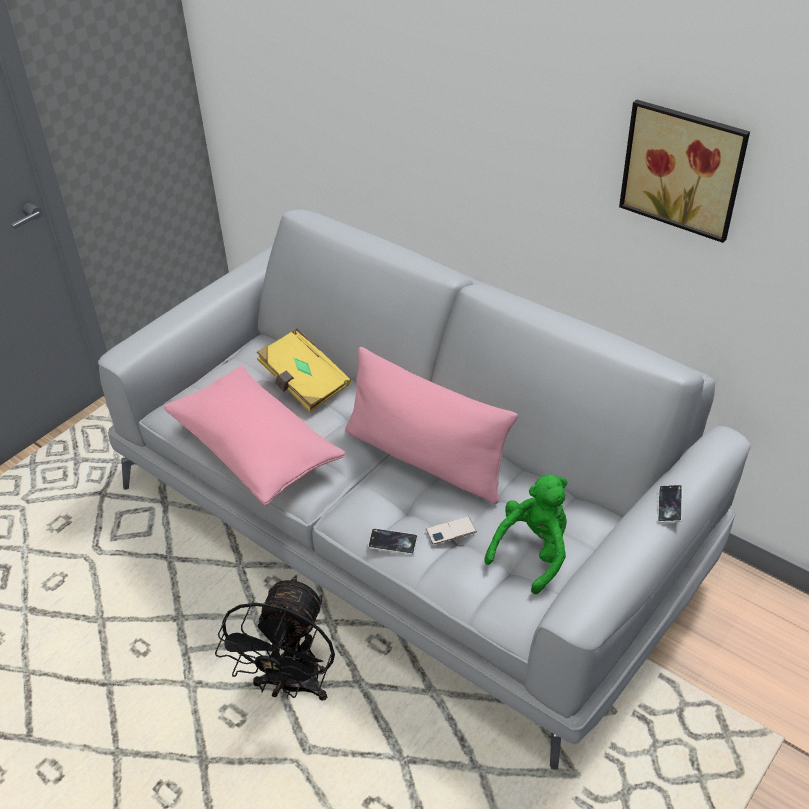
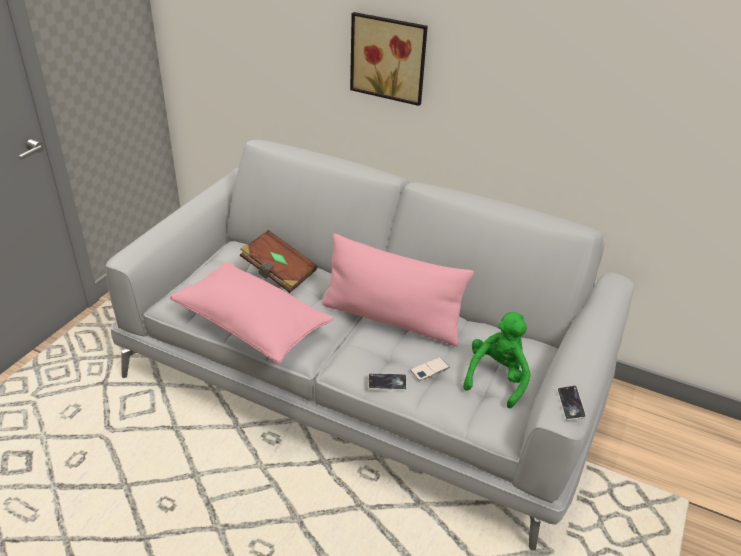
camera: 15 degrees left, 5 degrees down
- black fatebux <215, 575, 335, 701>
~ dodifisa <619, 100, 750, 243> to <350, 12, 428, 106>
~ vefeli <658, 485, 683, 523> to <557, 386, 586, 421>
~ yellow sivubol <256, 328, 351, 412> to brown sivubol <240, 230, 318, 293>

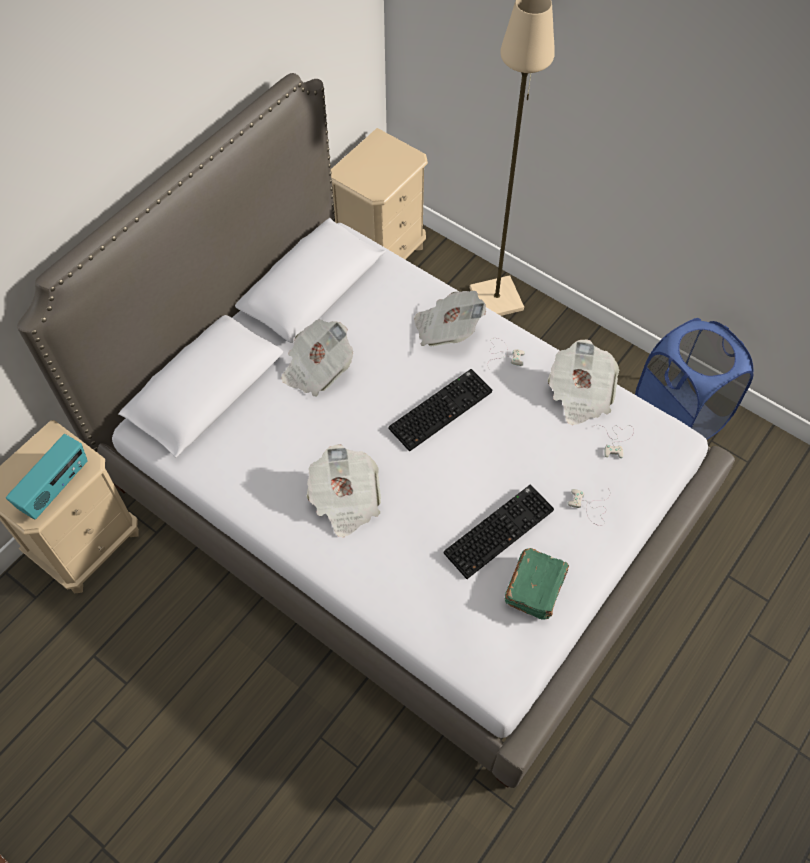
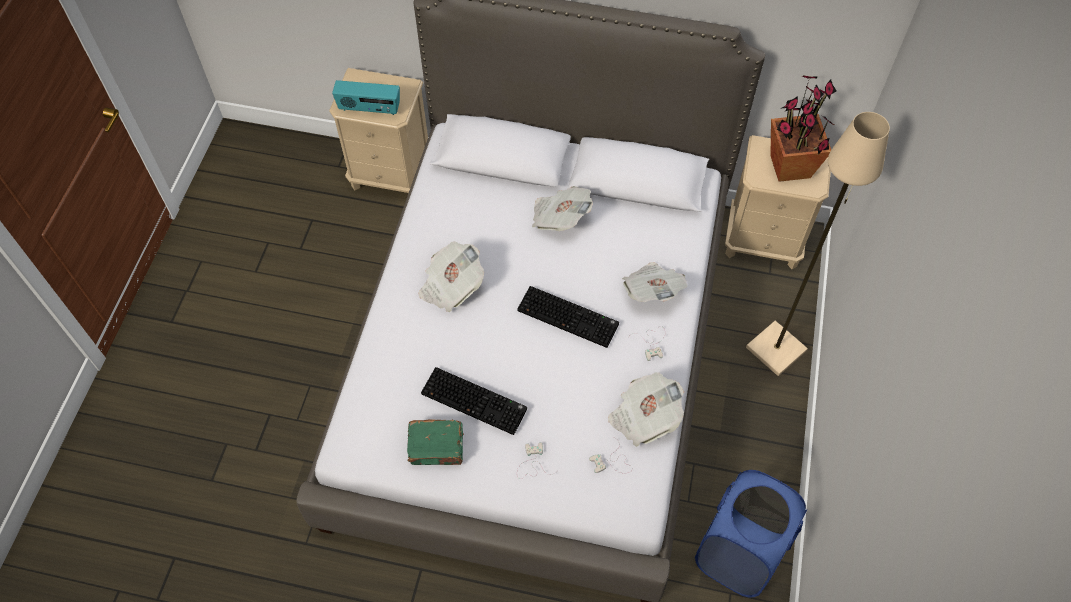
camera: 65 degrees right, 0 degrees up
+ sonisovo <771, 75, 837, 182>

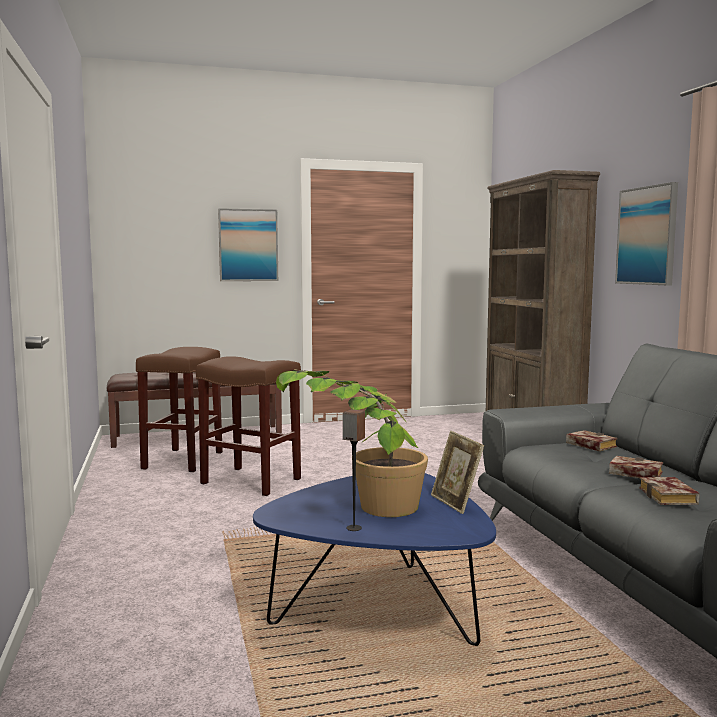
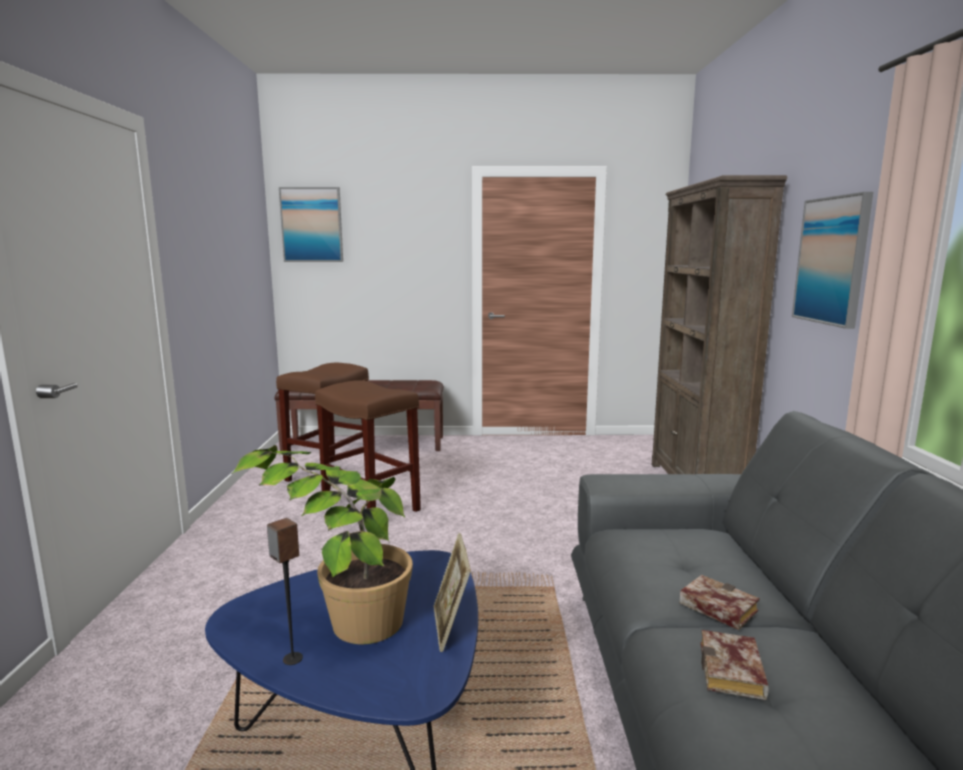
camera: 15 degrees right, 5 degrees up
- sivubol <566, 430, 617, 451>
~ dodifisa <218, 208, 278, 281> to <279, 187, 343, 262>

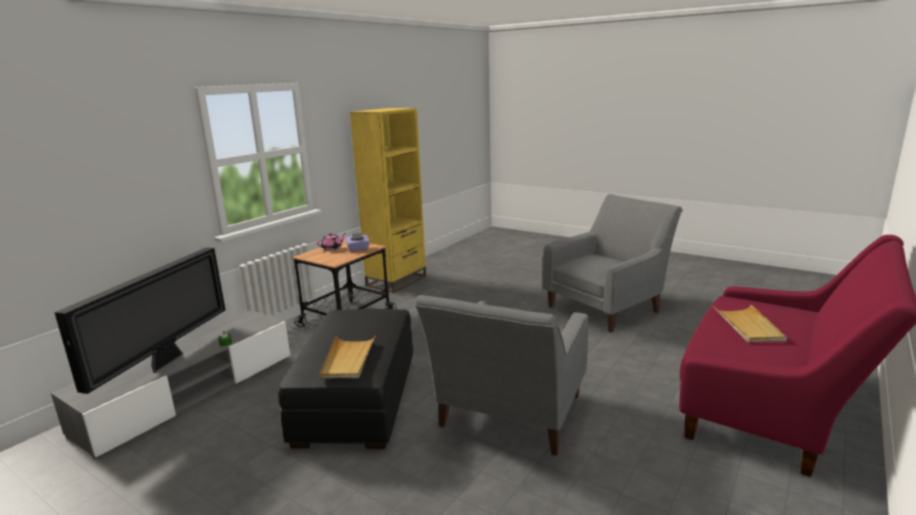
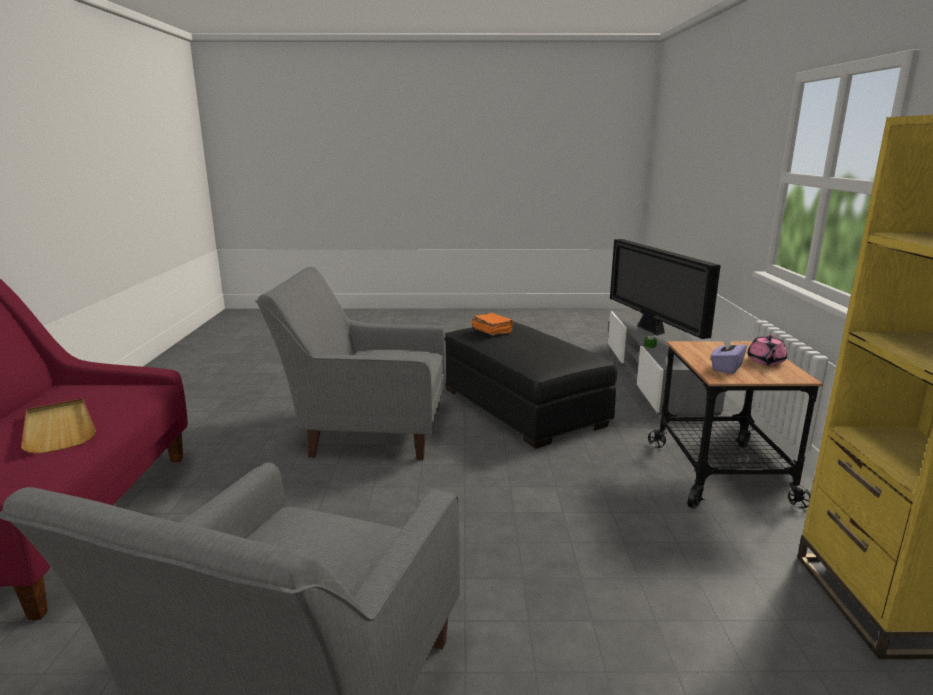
camera: 145 degrees right, 0 degrees up
~ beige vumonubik <319, 335, 376, 379> to orange sivubol <472, 313, 514, 336>
~ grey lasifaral <414, 295, 588, 456> = <255, 267, 446, 460> 75 degrees counterclockwise

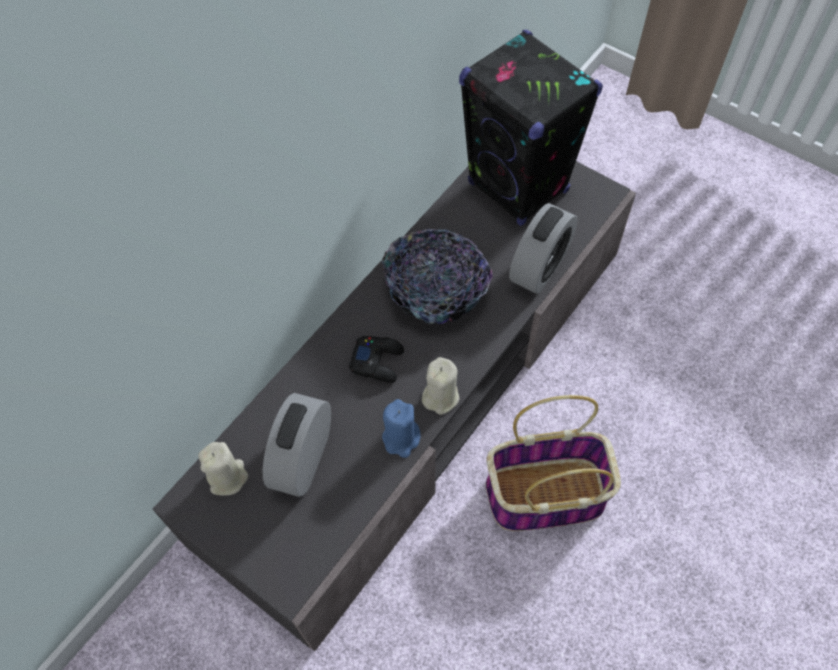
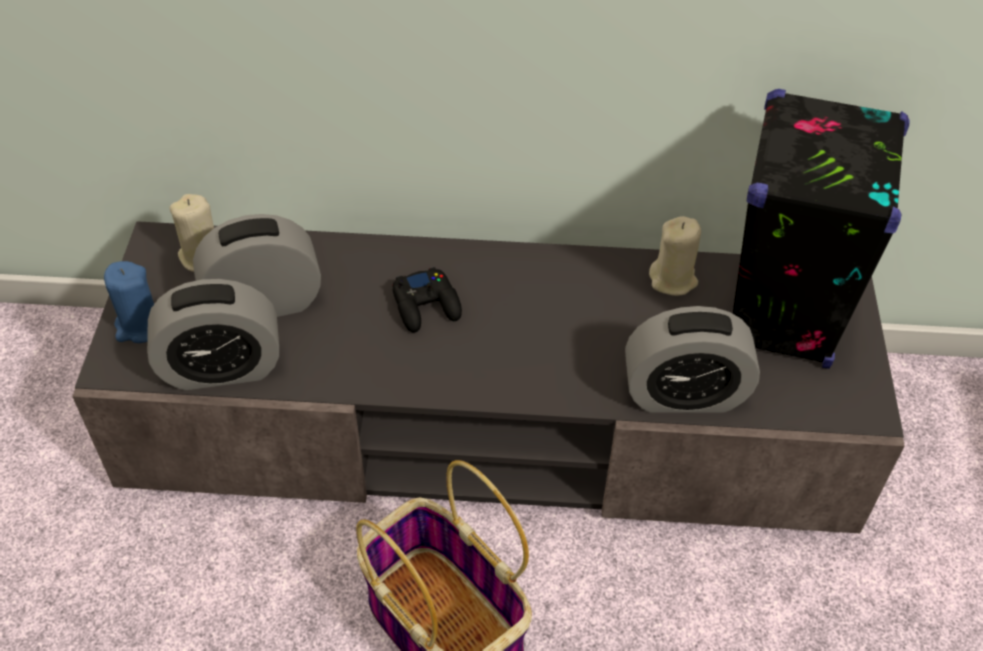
camera: 55 degrees right, 10 degrees down
- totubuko <382, 229, 493, 324>
+ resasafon <147, 279, 279, 390>
~ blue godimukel <382, 399, 420, 458> to <104, 261, 154, 343>
~ beige godimukel <422, 357, 460, 415> to <649, 216, 701, 296>

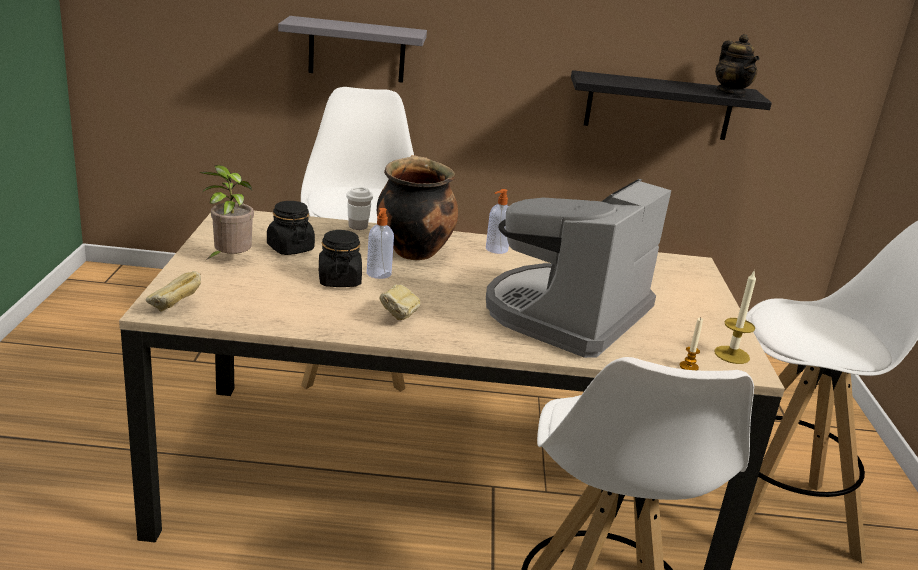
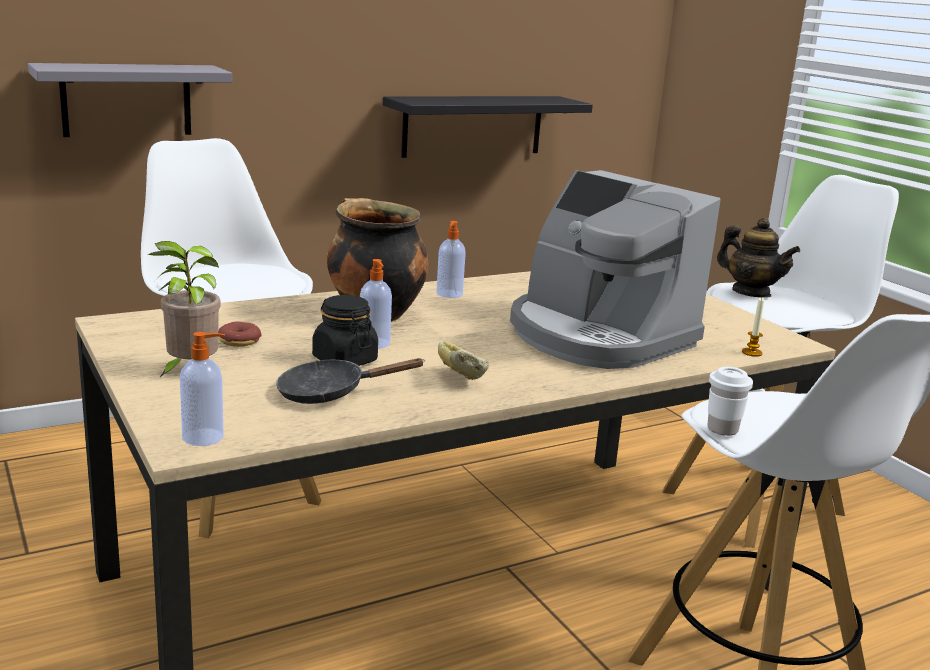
camera: 30 degrees left, 5 degrees down
- godimukel <714, 271, 756, 364>
+ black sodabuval <276, 358, 425, 404>
~ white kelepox <346, 187, 373, 230> to <707, 367, 753, 436>
~ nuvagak <715, 34, 760, 97> to <717, 218, 800, 298>
~ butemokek <146, 271, 201, 312> to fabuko <180, 332, 225, 446>
~ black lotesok <267, 201, 315, 255> to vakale <218, 322, 262, 347>
~ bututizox <486, 179, 671, 358> = <510, 170, 721, 369> 45 degrees counterclockwise

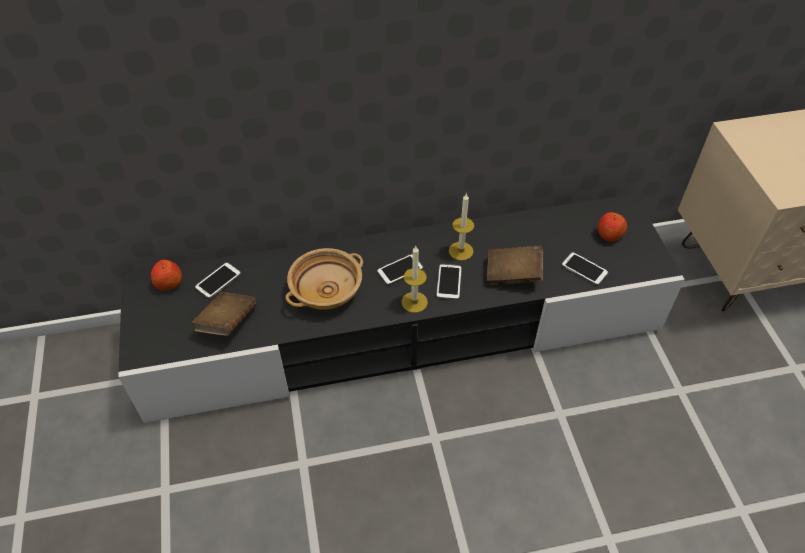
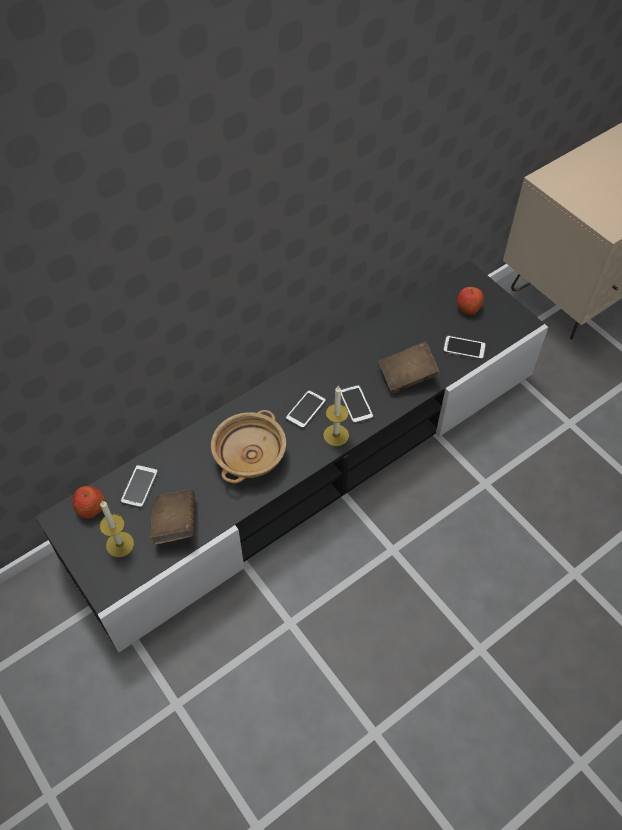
camera: 25 degrees left, 5 degrees up
~ godimukel <449, 194, 474, 261> to <100, 501, 134, 558>

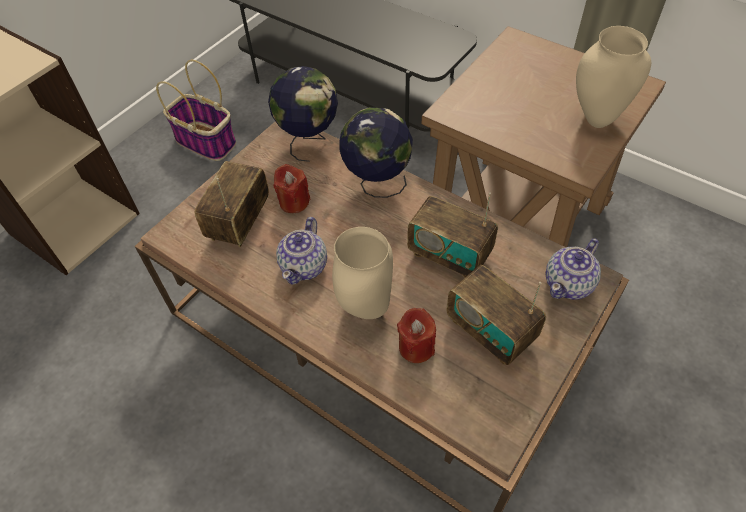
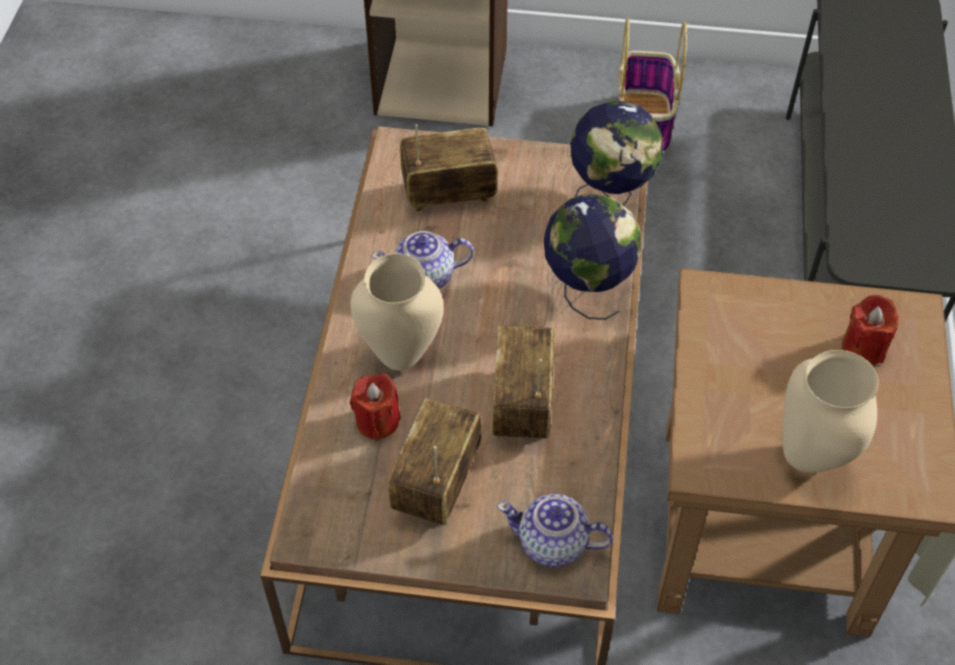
camera: 60 degrees right, 0 degrees up
~ red godimukel <274, 164, 310, 213> to <842, 295, 899, 365>

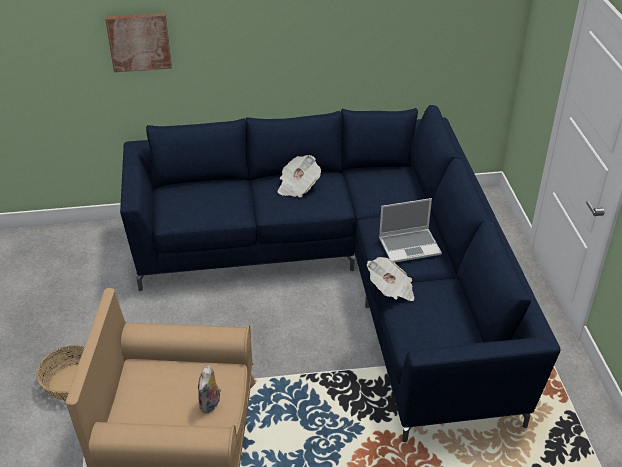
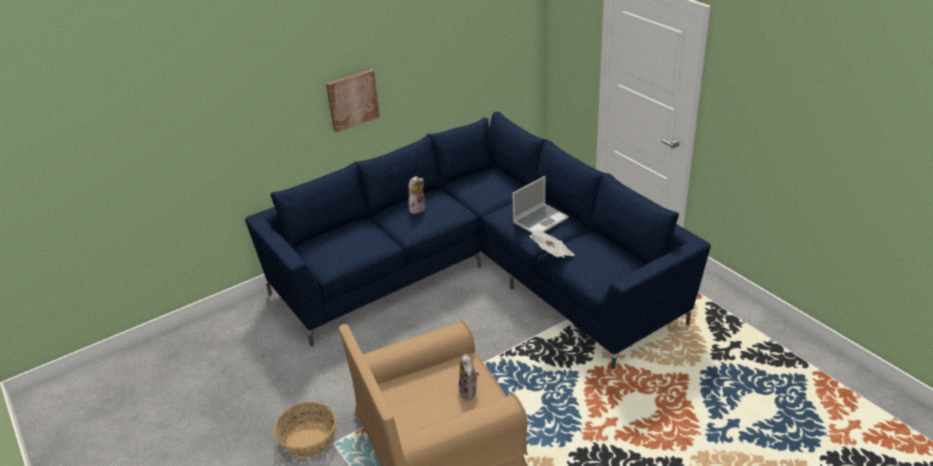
camera: 25 degrees left, 5 degrees down
~ dodifisa <105, 13, 172, 72> to <326, 69, 380, 132>
~ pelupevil <278, 155, 321, 198> to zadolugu <408, 176, 426, 214>

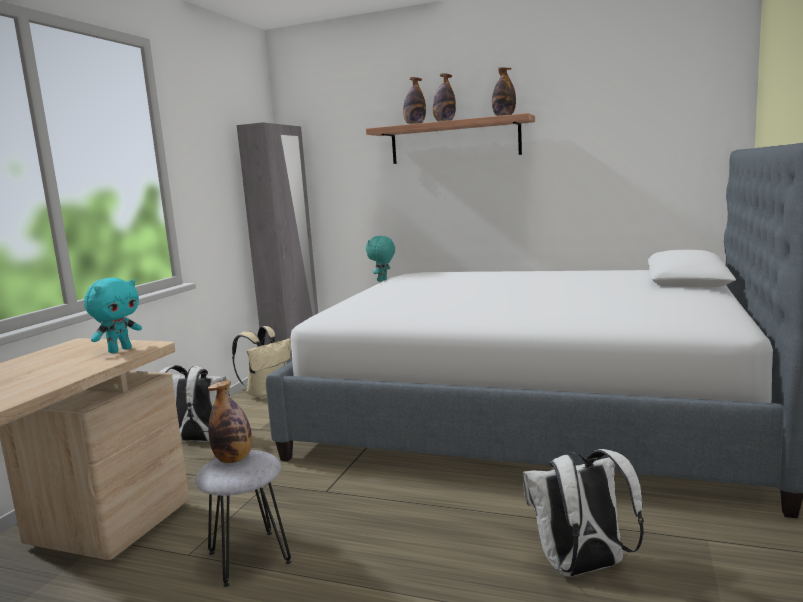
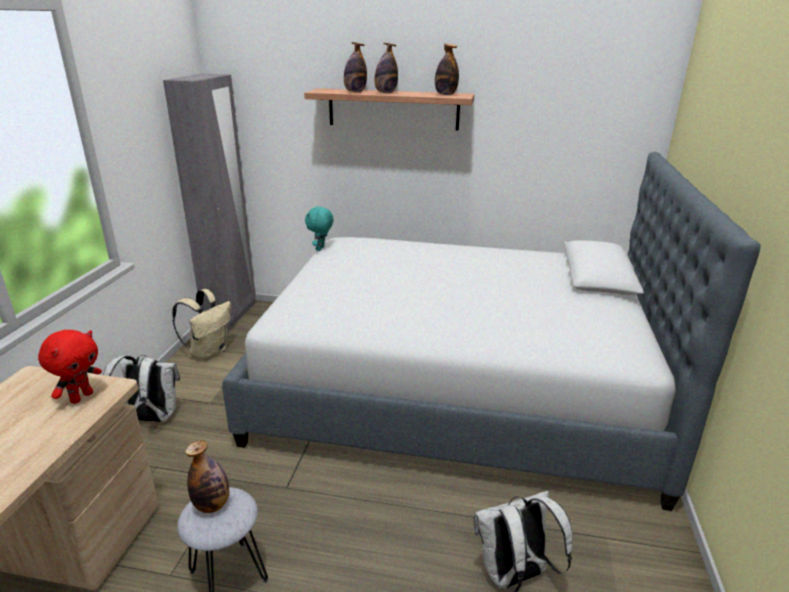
camera: 10 degrees left, 15 degrees up
~ turquoise zadolugu <84, 278, 142, 353> to red zadolugu <38, 330, 102, 404>

